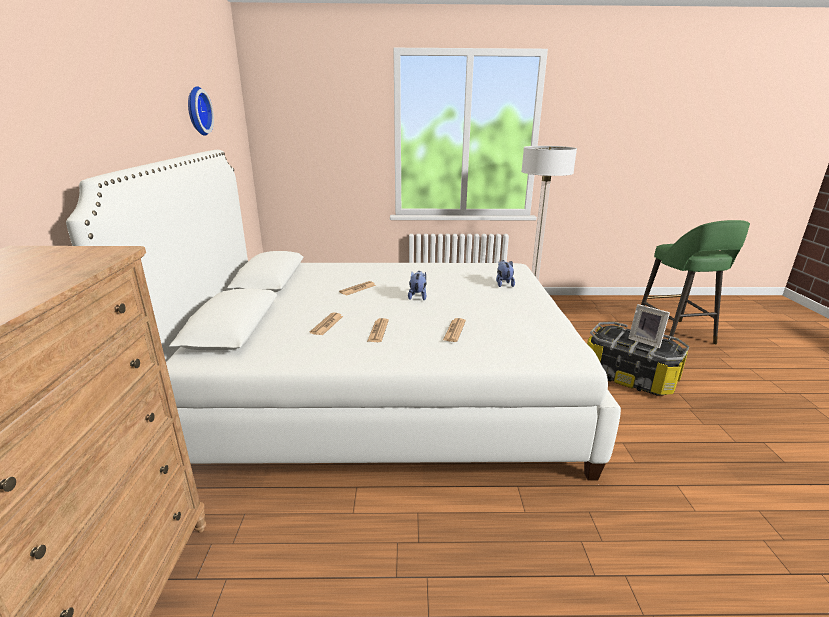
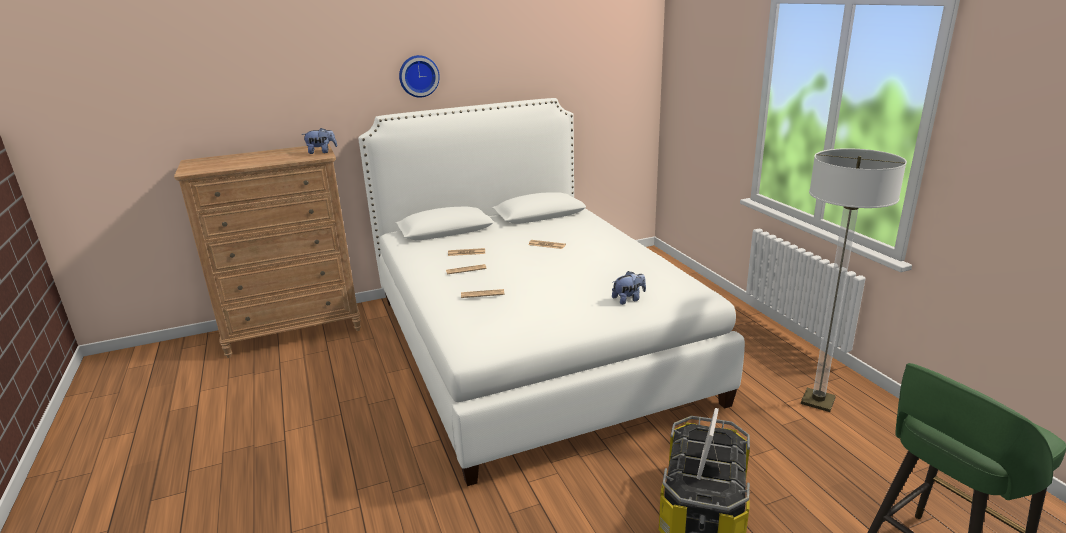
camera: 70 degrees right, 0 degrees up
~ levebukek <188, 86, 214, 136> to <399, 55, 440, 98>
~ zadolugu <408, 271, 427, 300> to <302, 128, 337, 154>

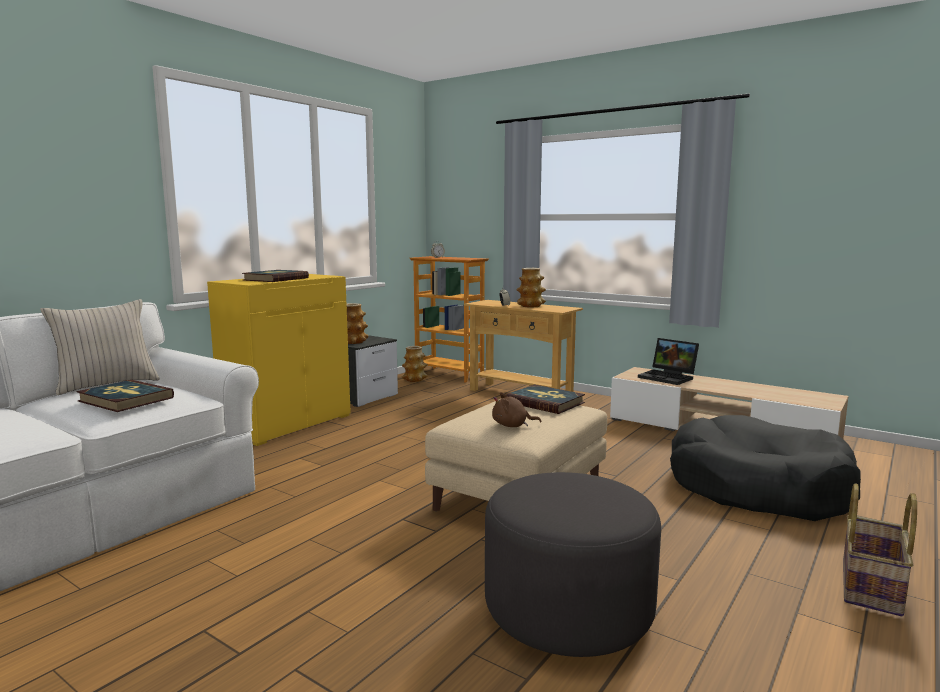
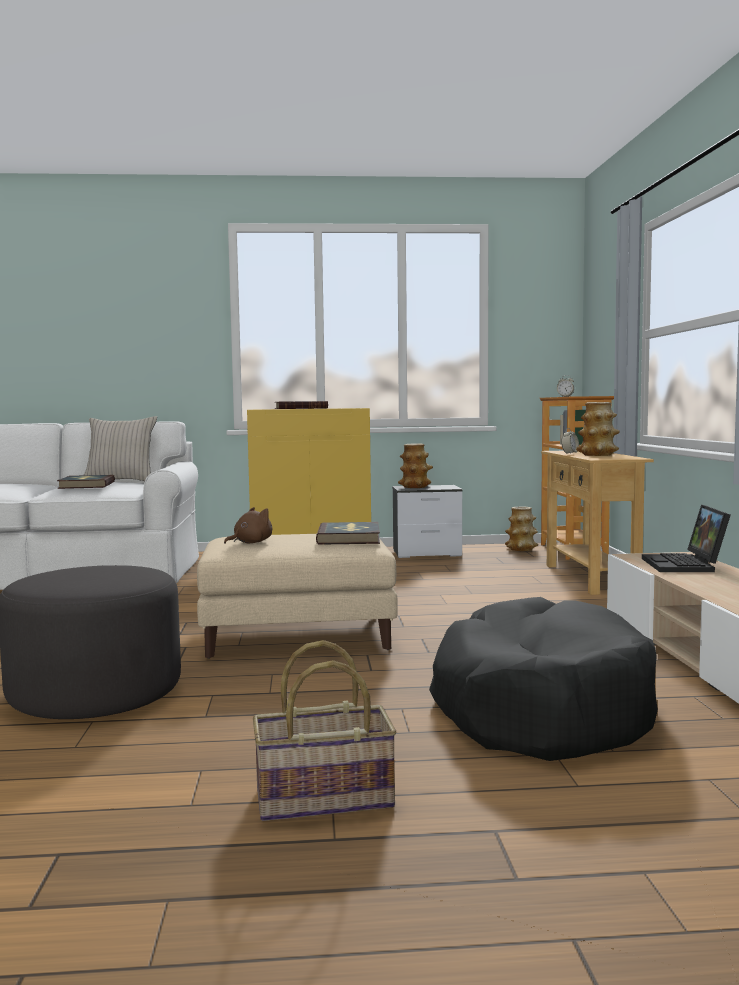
camera: 50 degrees right, 5 degrees down
~ brown zadolugu <492, 392, 541, 427> = <224, 507, 272, 544> 90 degrees clockwise

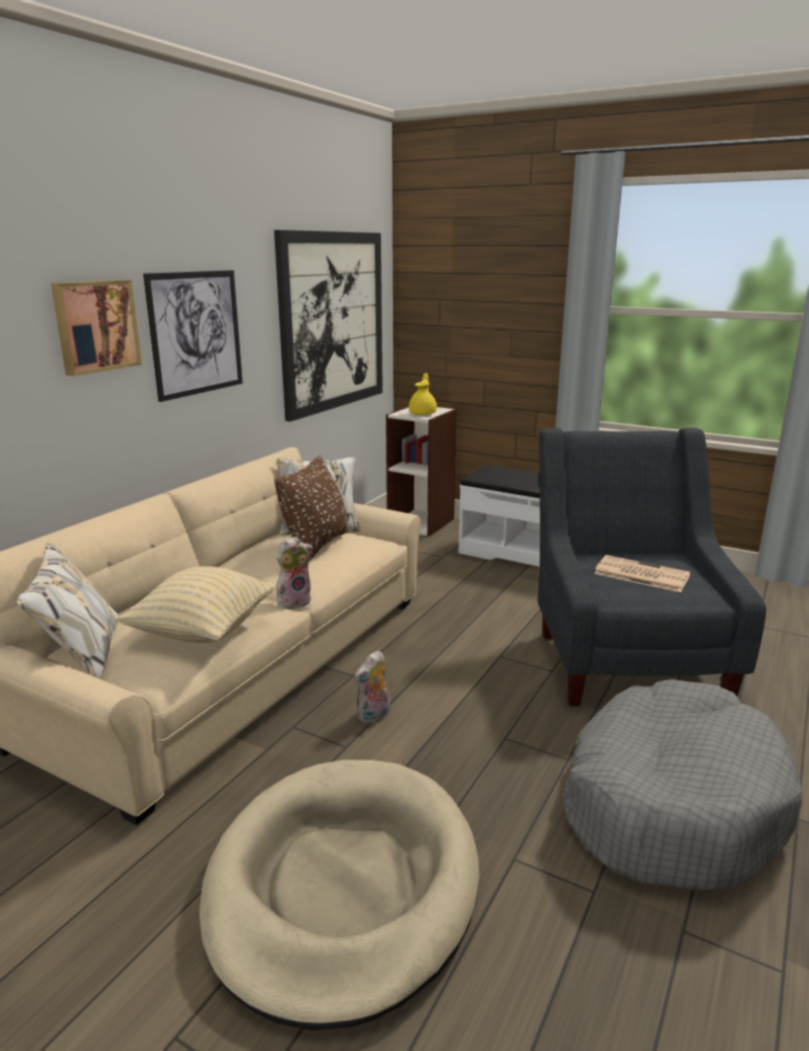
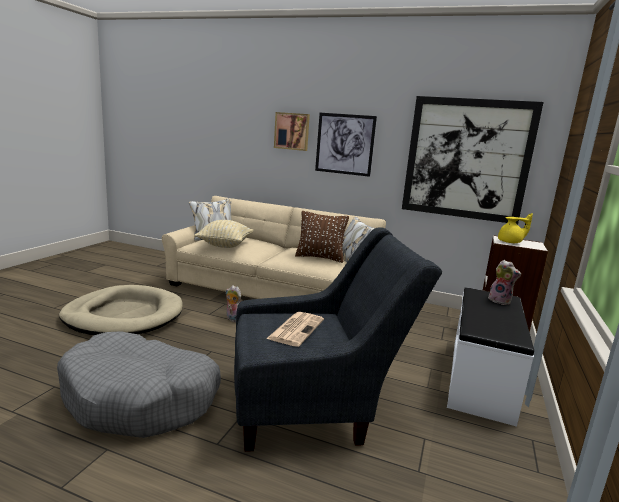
camera: 80 degrees right, 5 degrees down
~ zadolugu <276, 537, 313, 609> to <488, 260, 521, 305>

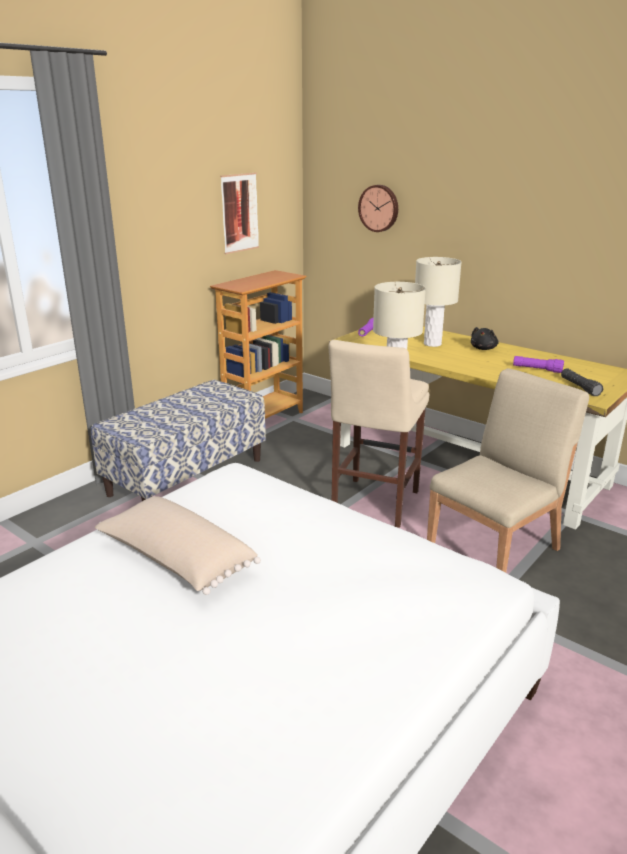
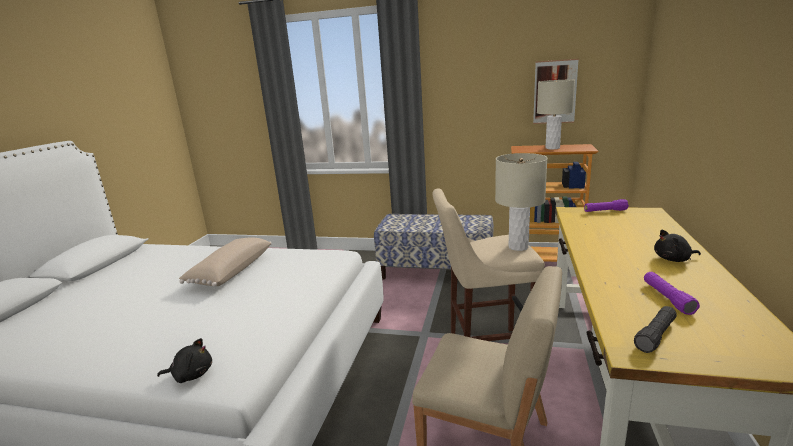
camera: 65 degrees right, 5 degrees down
- levebukek <358, 185, 398, 232>
+ black zadolugu <157, 338, 212, 383>
~ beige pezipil <415, 257, 462, 347> to <537, 80, 575, 149>

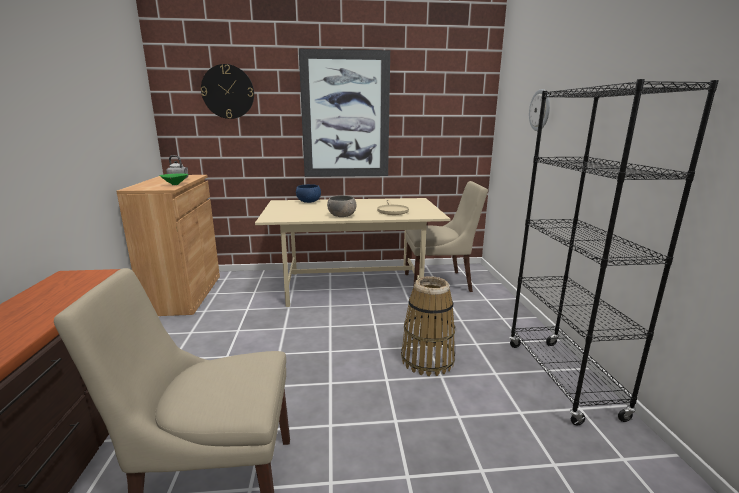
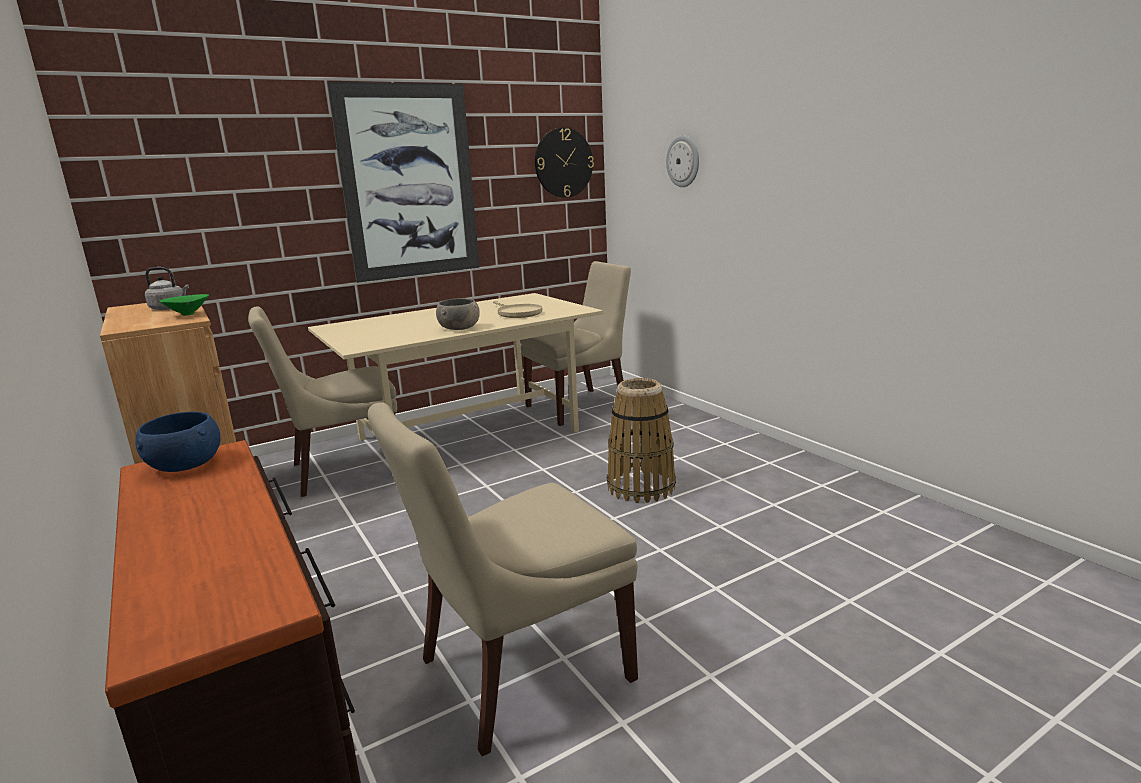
camera: 25 degrees left, 0 degrees up
- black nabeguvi <509, 79, 719, 425>
+ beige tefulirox <248, 306, 397, 497>
~ levebukek <201, 64, 254, 119> to <535, 128, 594, 198>
~ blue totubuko <296, 184, 321, 203> to <135, 412, 220, 472>

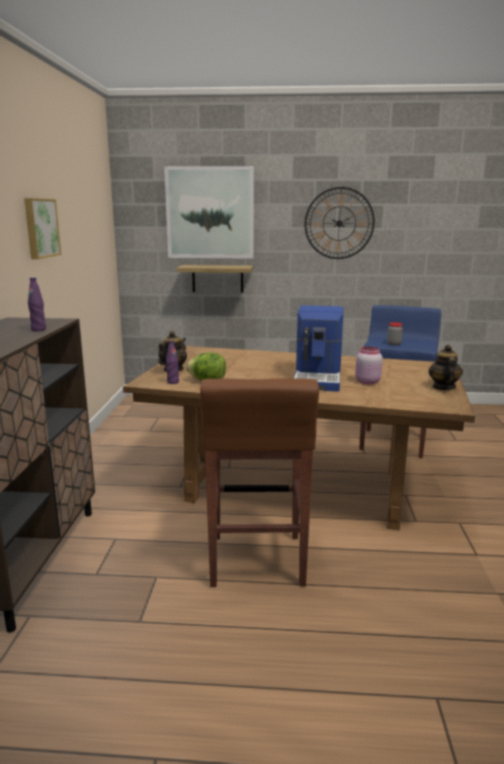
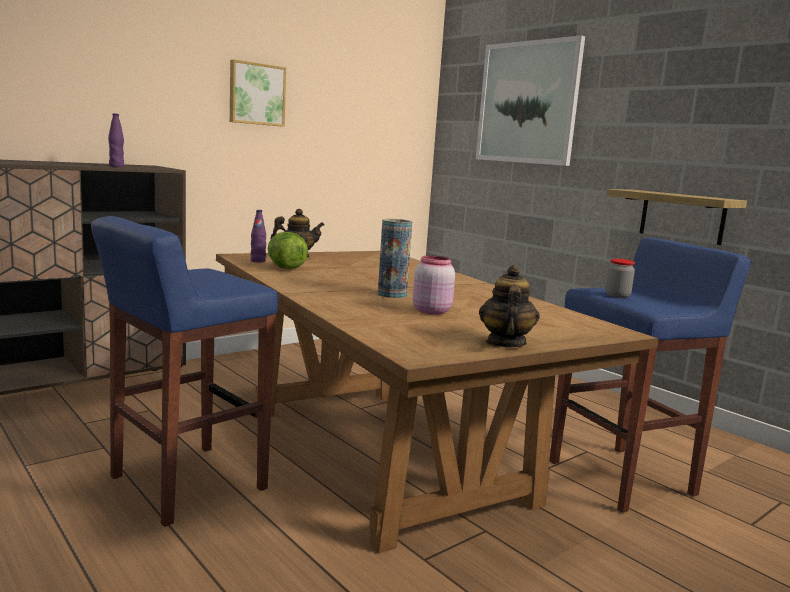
camera: 45 degrees right, 5 degrees down
- levebukek <305, 187, 375, 259>
~ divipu <177, 265, 253, 293> to <606, 189, 747, 245>
~ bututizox <294, 305, 343, 392> to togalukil <378, 219, 412, 298>
~ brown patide <200, 378, 319, 587> to blue patide <91, 216, 278, 527>
~ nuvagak <428, 344, 463, 390> = <479, 265, 540, 347> 45 degrees counterclockwise

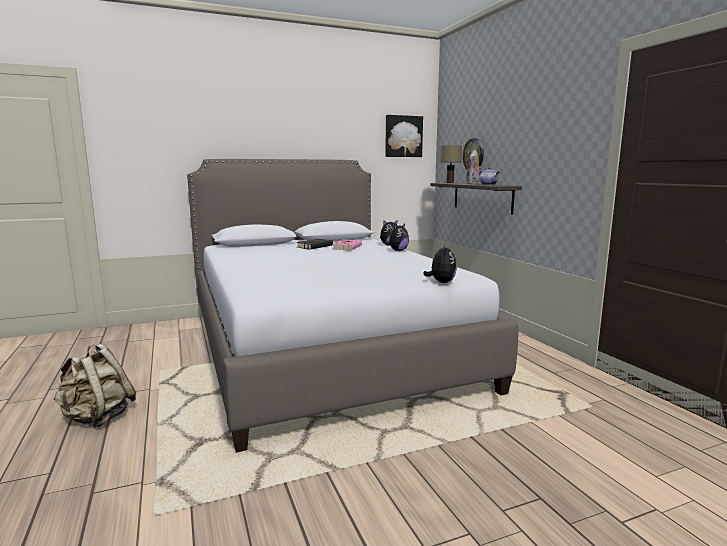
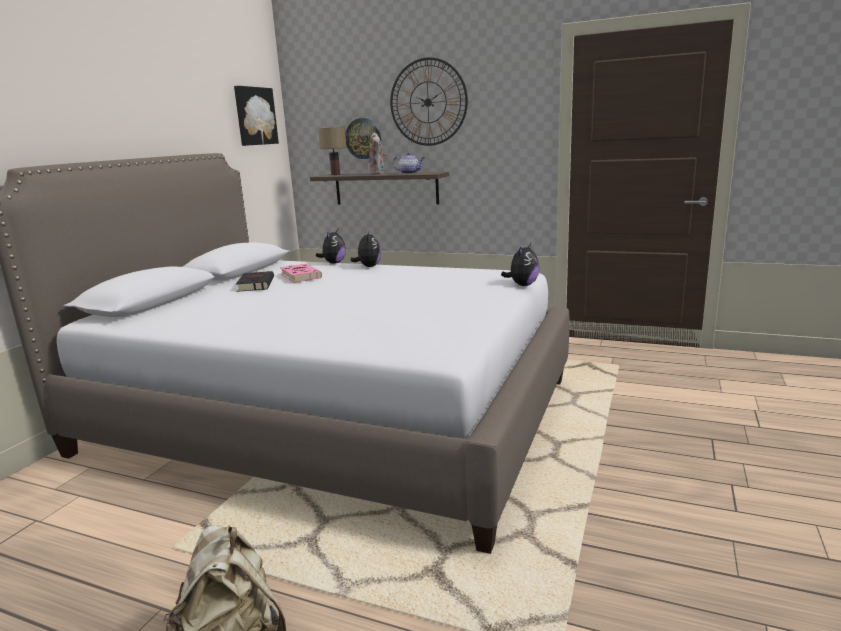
camera: 45 degrees left, 5 degrees up
+ levebukek <390, 57, 468, 146>
~ zadolugu <423, 244, 457, 283> = <501, 243, 539, 286> 75 degrees clockwise

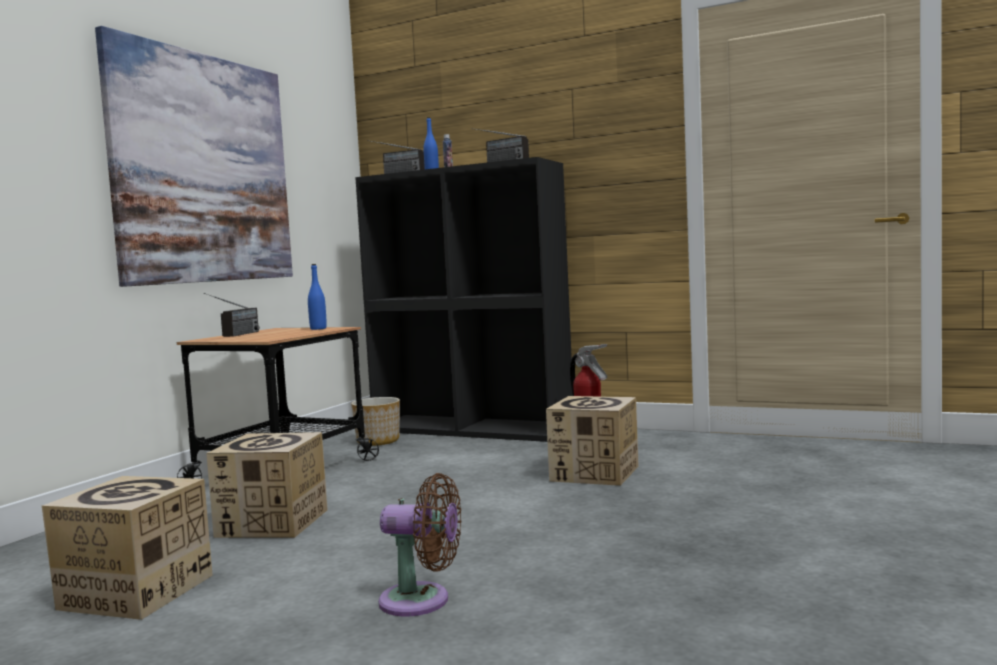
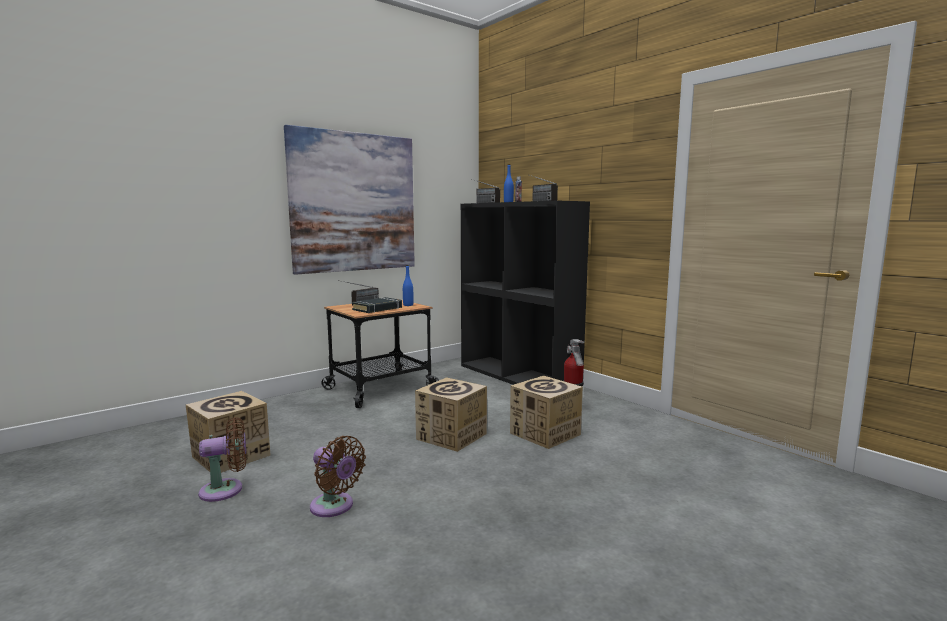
camera: 25 degrees right, 5 degrees up
- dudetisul <351, 397, 400, 446>
+ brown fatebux <198, 417, 246, 502>
+ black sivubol <352, 297, 402, 313>
~ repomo <206, 432, 328, 538> to <415, 377, 487, 452>

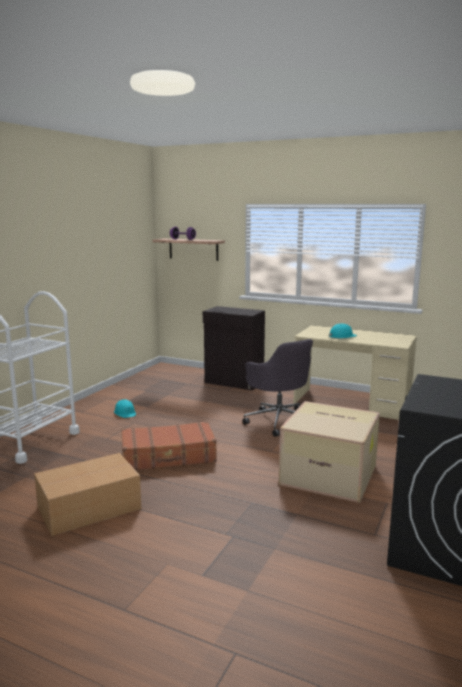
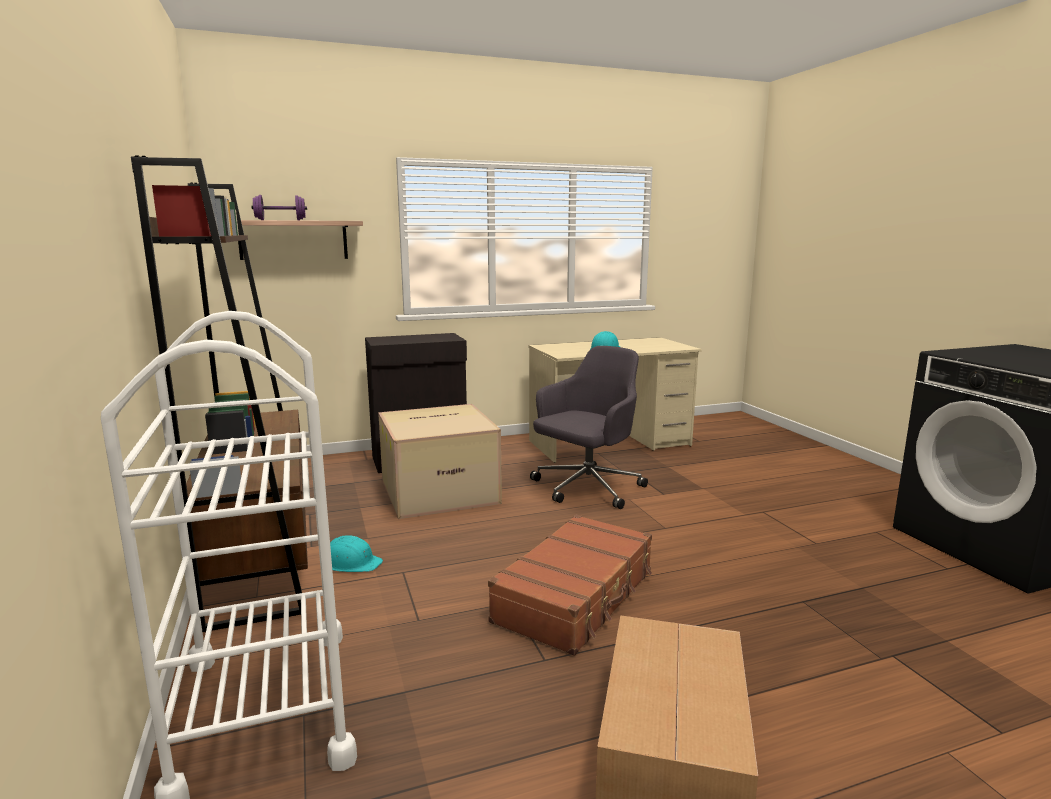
camera: 45 degrees left, 0 degrees up
+ brown nabeguvi <131, 155, 308, 632>
~ repomo <279, 401, 380, 503> to <378, 404, 502, 519>
~ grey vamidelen <242, 339, 313, 437> = <530, 346, 648, 509> 60 degrees counterclockwise

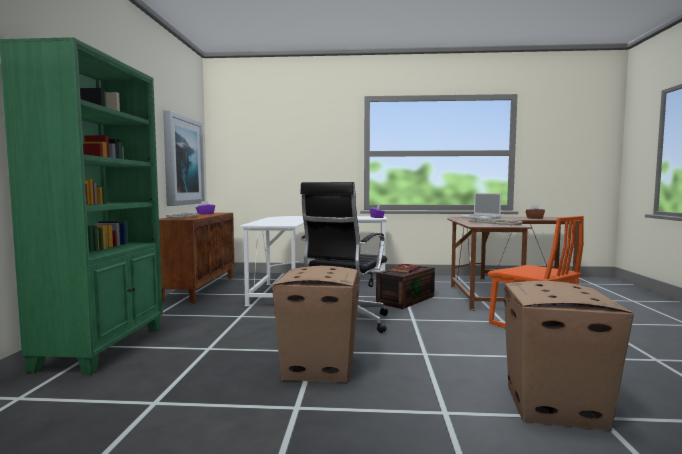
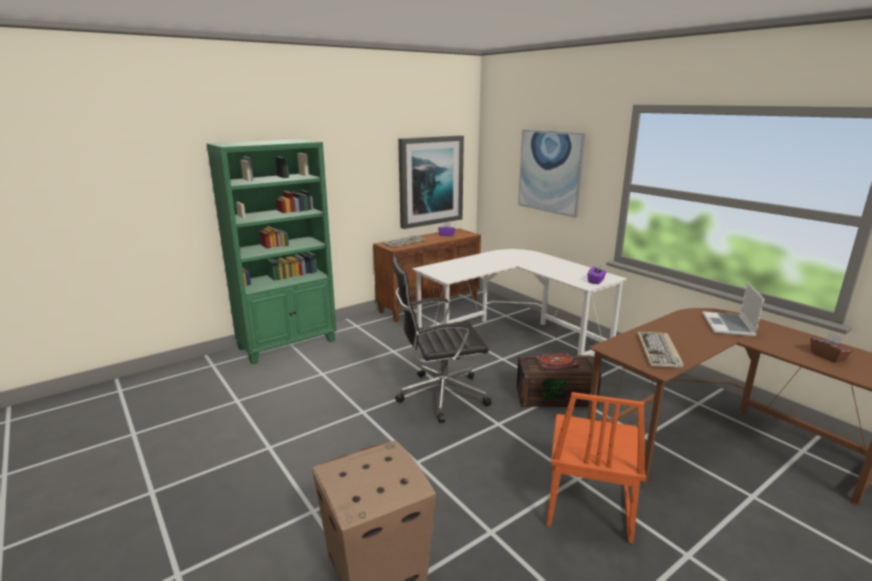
camera: 50 degrees right, 15 degrees up
- repomo <272, 266, 360, 383>
+ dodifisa <518, 129, 586, 218>

